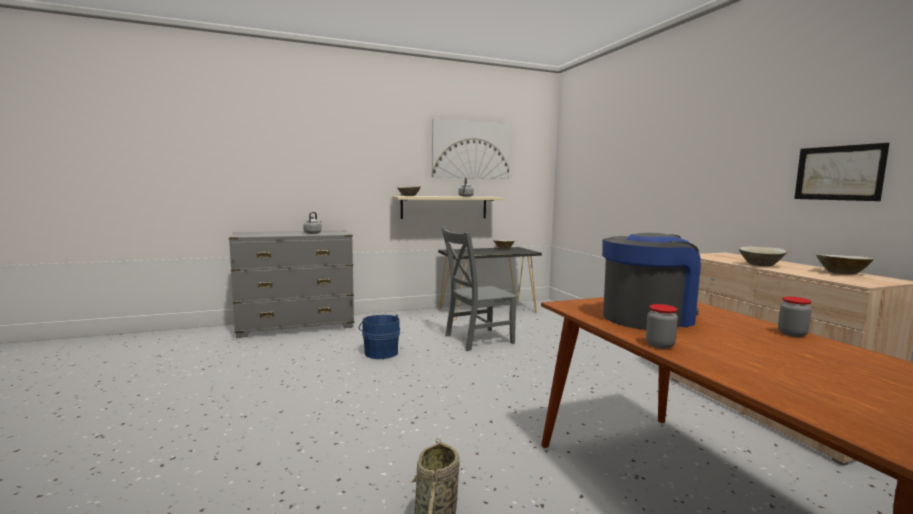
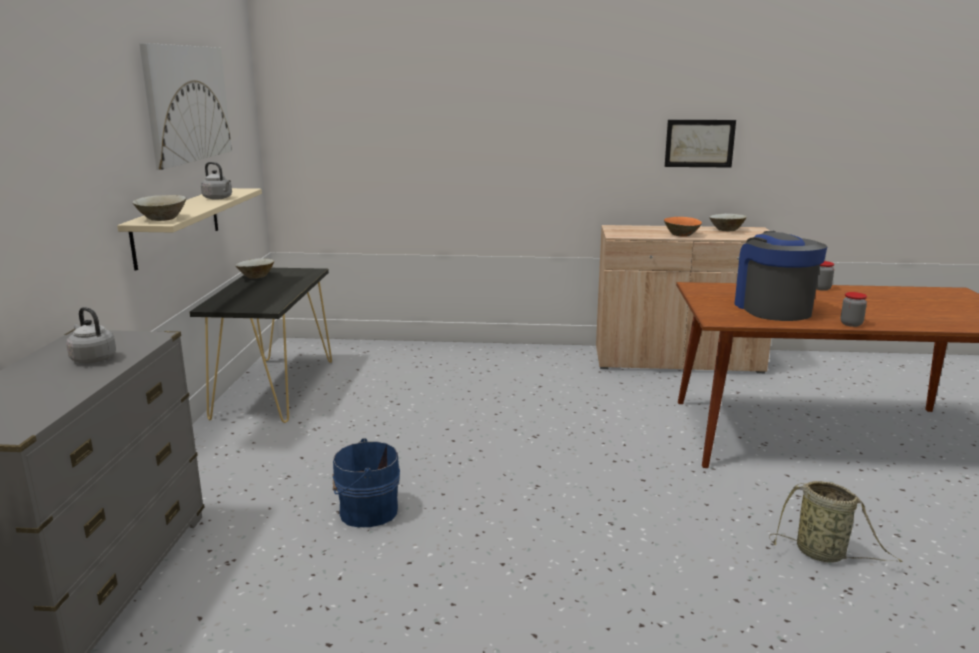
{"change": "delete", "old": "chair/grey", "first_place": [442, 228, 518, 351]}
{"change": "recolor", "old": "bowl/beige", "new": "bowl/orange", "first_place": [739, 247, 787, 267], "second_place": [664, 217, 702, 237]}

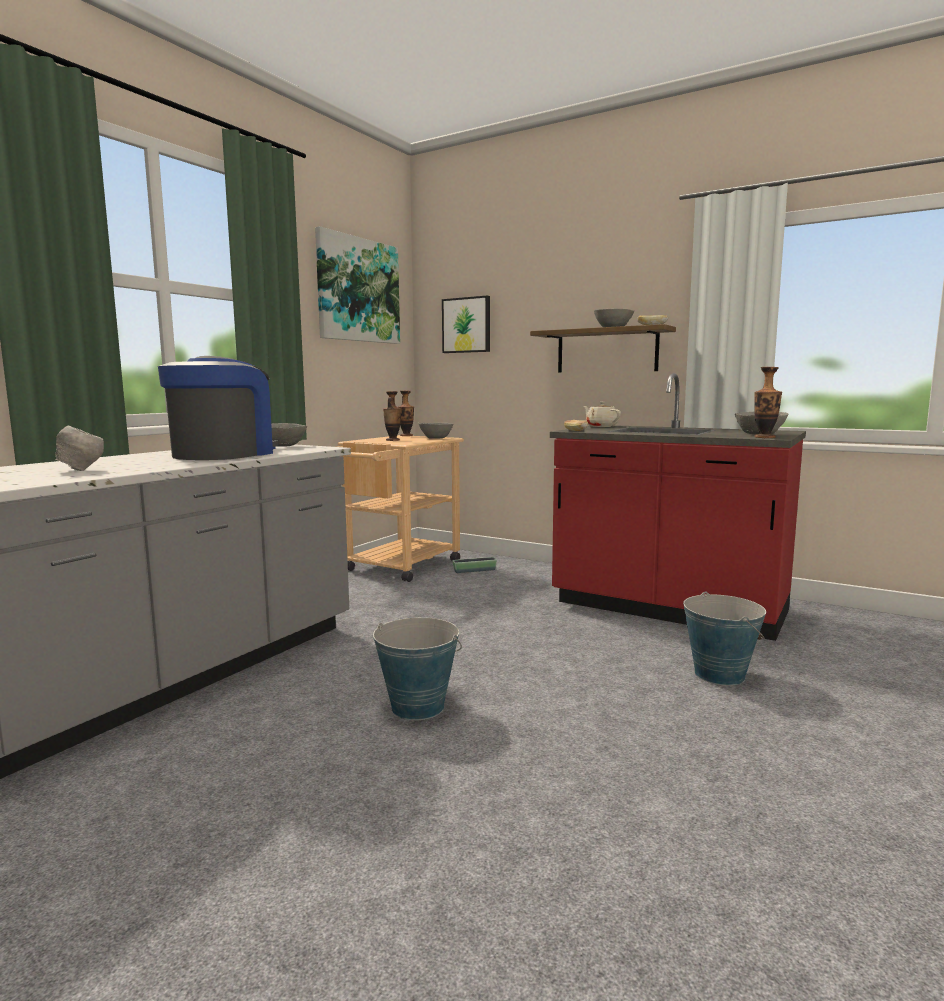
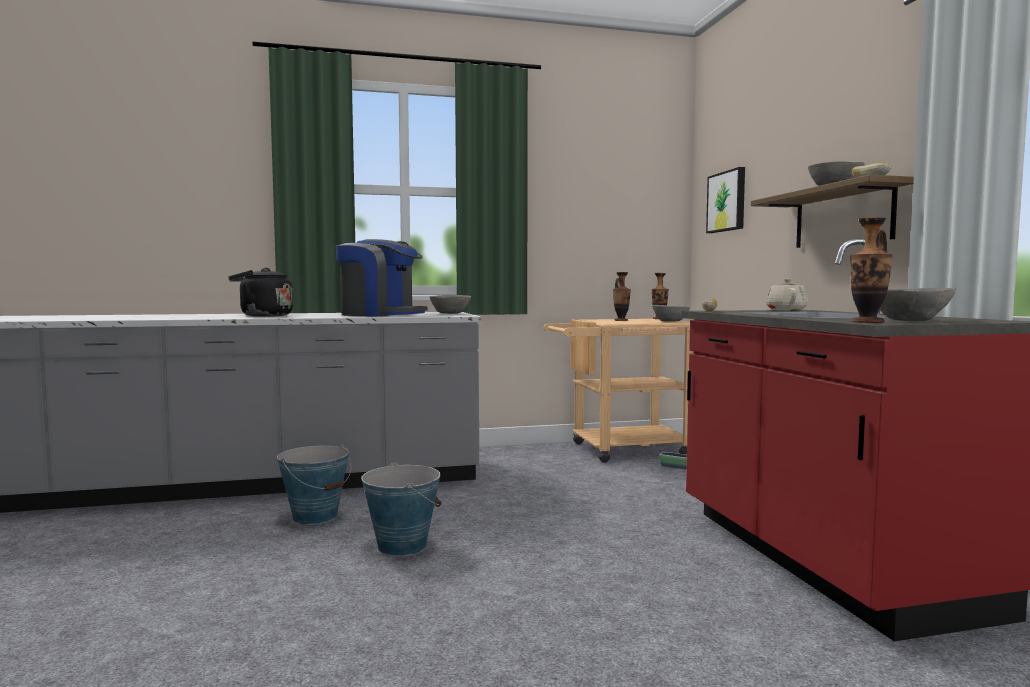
{"change": "delete", "old": "picture", "first_place": [315, 226, 400, 344]}
{"change": "rotate", "old": "coffee machine", "first_place": [158, 356, 279, 460], "second_place": [336, 239, 428, 317], "degrees": 45}
{"change": "replace", "old": "bowl/grey", "new": "kettle/black", "first_place": [55, 426, 104, 471], "second_place": [228, 268, 293, 317]}
{"change": "move", "old": "bucket", "first_place": [683, 592, 766, 686], "second_place": [277, 444, 351, 525]}

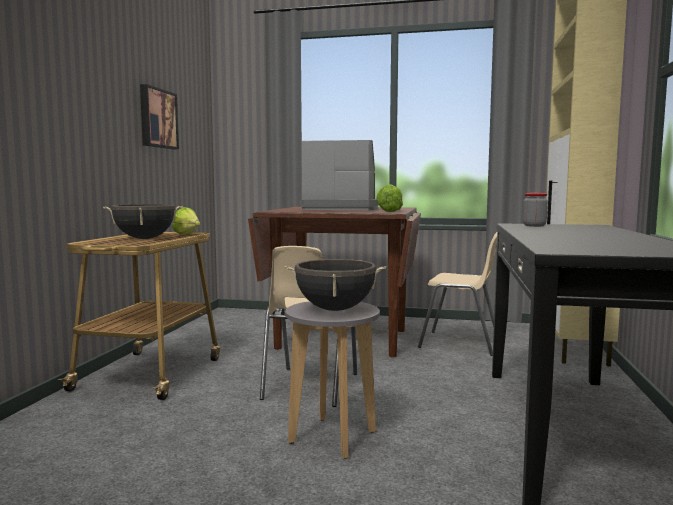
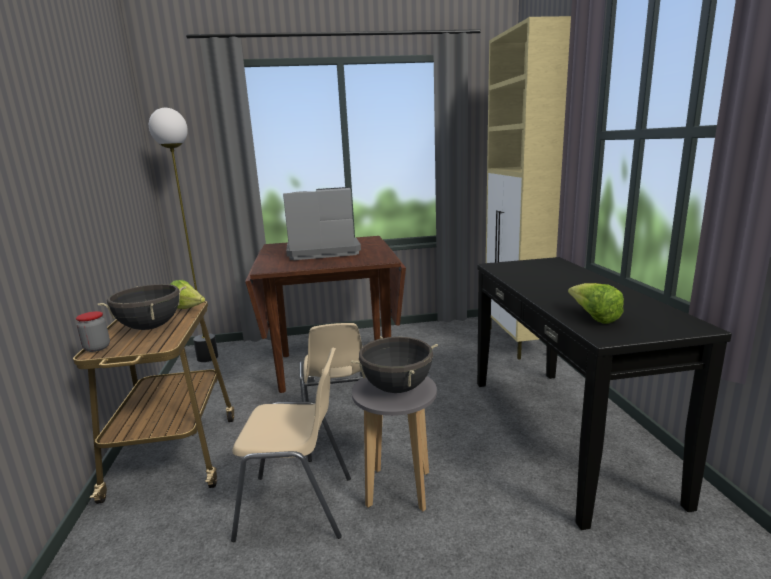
{"change": "delete", "old": "picture", "first_place": [140, 84, 179, 149]}
{"change": "move", "old": "lettuce", "first_place": [376, 184, 403, 212], "second_place": [568, 283, 624, 324]}
{"change": "move", "old": "jar", "first_place": [523, 193, 548, 227], "second_place": [76, 311, 110, 352]}
{"change": "move", "old": "chair/beige", "first_place": [418, 232, 497, 356], "second_place": [231, 348, 351, 542]}
{"change": "insert", "new": "floor lamp", "second_place": [149, 108, 218, 362]}

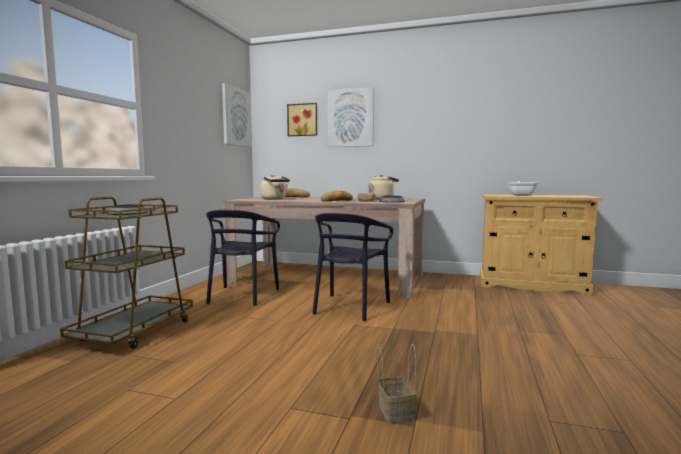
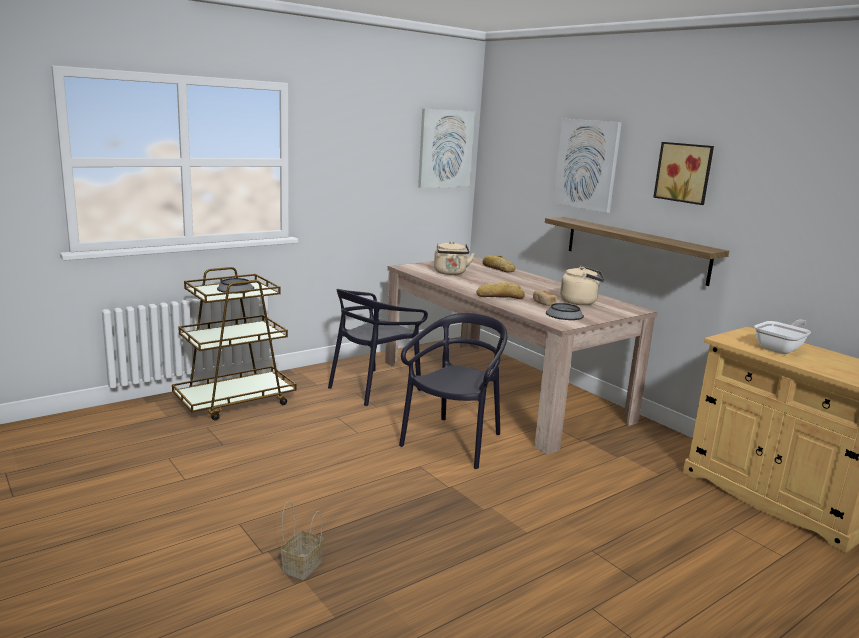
{"change": "move", "old": "picture", "first_place": [287, 103, 317, 136], "second_place": [653, 142, 714, 205]}
{"change": "rotate", "old": "chair/black", "first_place": [313, 213, 393, 321], "second_place": [399, 313, 507, 469], "degrees": 150}
{"change": "insert", "new": "shelf", "second_place": [545, 217, 729, 286]}

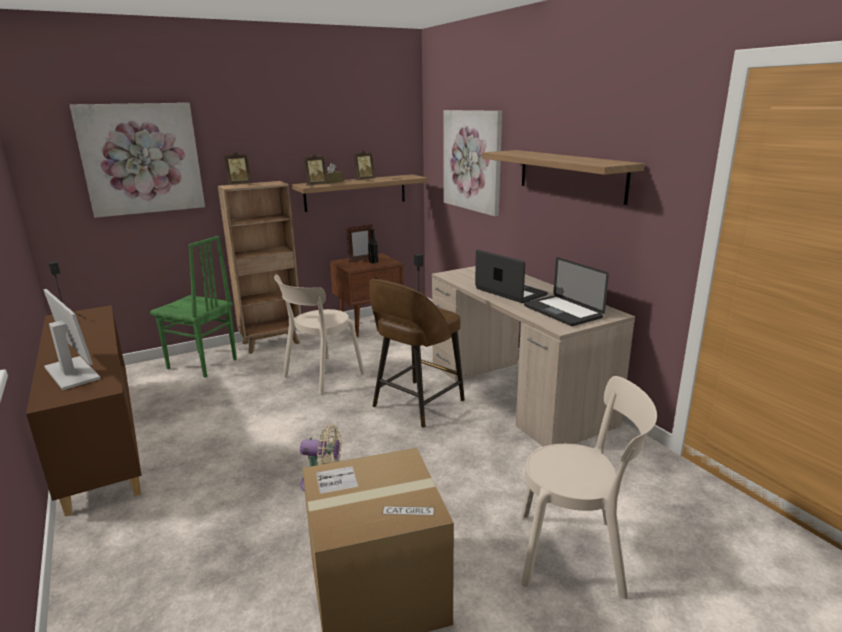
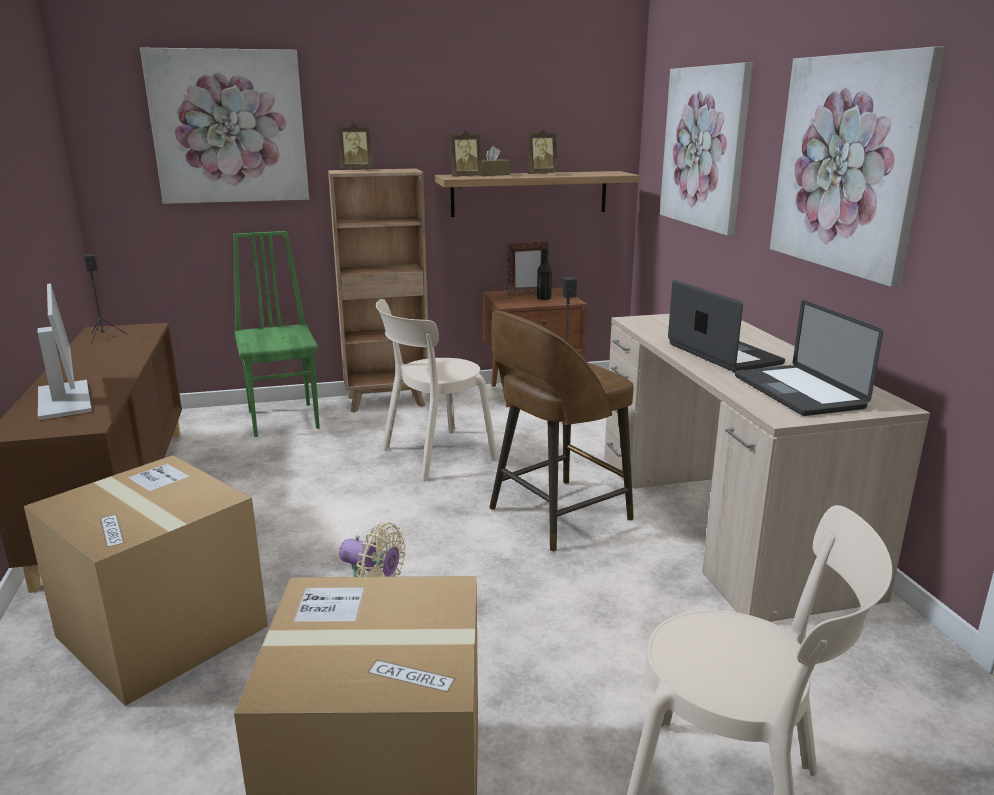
{"change": "replace", "old": "shelf", "new": "picture", "first_place": [482, 150, 645, 205], "second_place": [770, 46, 944, 287]}
{"change": "rotate", "old": "chair/green", "first_place": [150, 236, 237, 378], "second_place": [233, 231, 320, 437], "degrees": -150}
{"change": "insert", "new": "cardboard box", "second_place": [24, 455, 268, 706]}

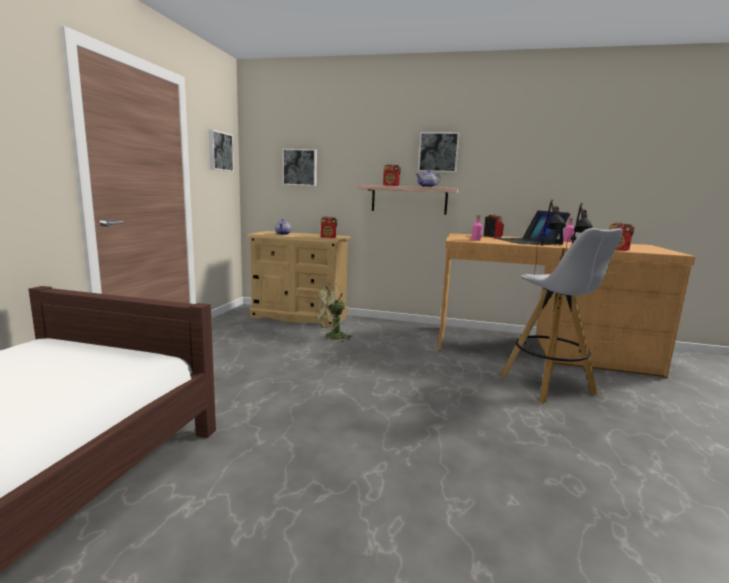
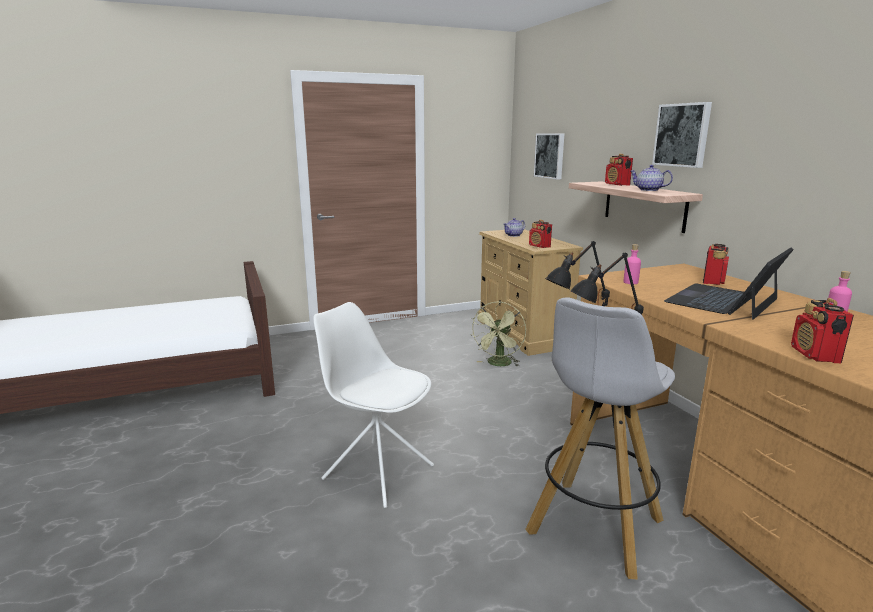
{"change": "delete", "old": "picture", "first_place": [208, 129, 234, 172]}
{"change": "rotate", "old": "fan/green", "first_place": [314, 283, 353, 342], "second_place": [472, 301, 526, 366], "degrees": -90}
{"change": "insert", "new": "chair/white", "second_place": [314, 302, 434, 508]}

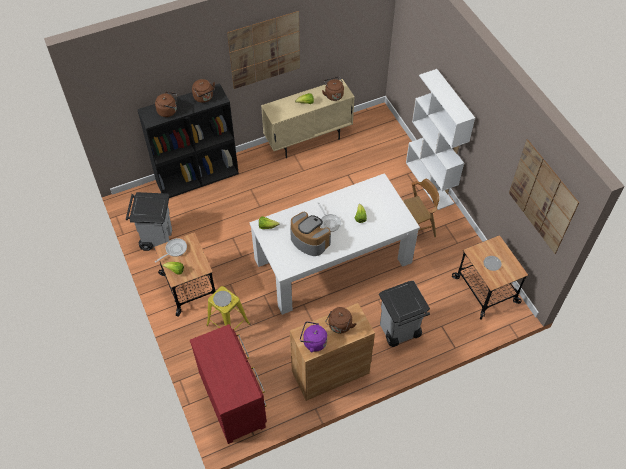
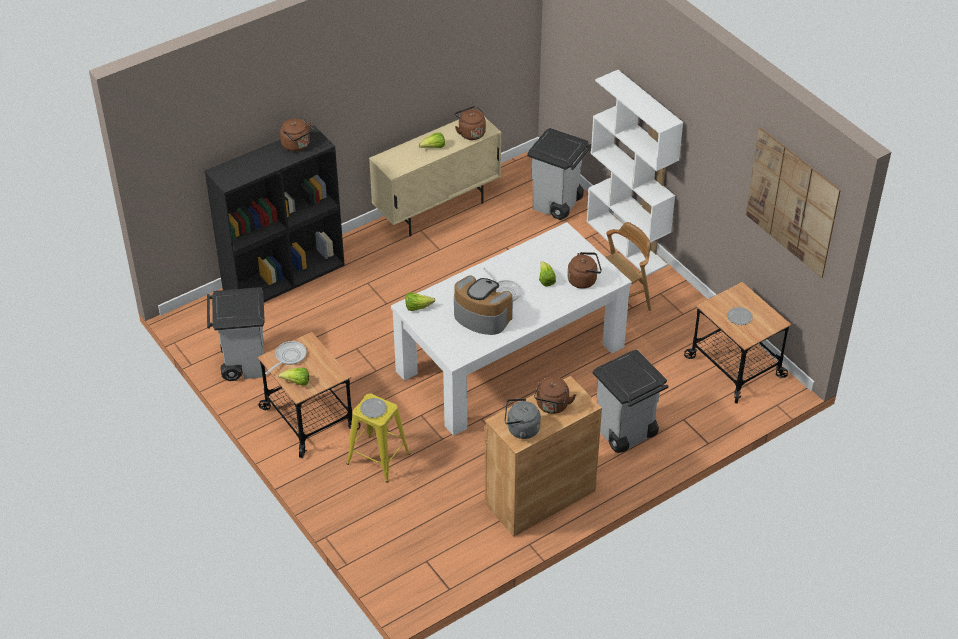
{"change": "delete", "old": "picture", "first_place": [227, 11, 300, 89]}
{"change": "move", "old": "kettle/brown", "first_place": [155, 92, 177, 117], "second_place": [567, 252, 602, 289]}
{"change": "recolor", "old": "kettle/purple", "new": "kettle/grey", "first_place": [300, 321, 327, 352], "second_place": [505, 398, 541, 439]}
{"change": "delete", "old": "dresser/red", "first_place": [190, 324, 267, 444]}
{"change": "insert", "new": "trash can/grey", "second_place": [527, 128, 591, 220]}

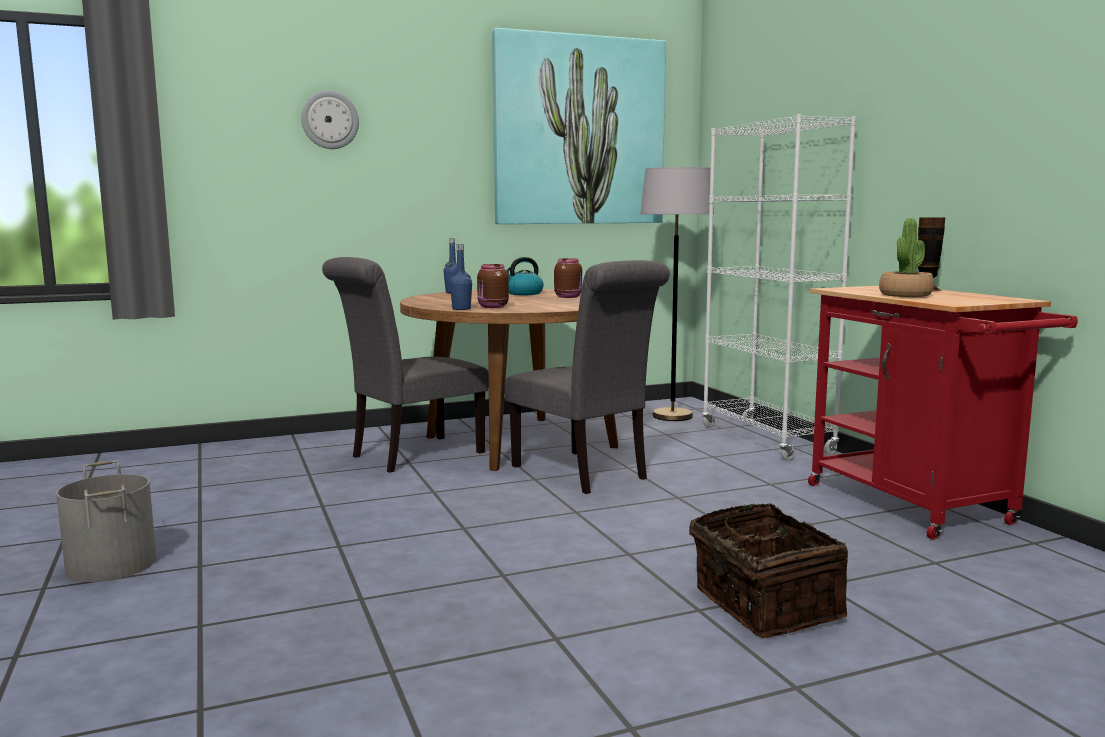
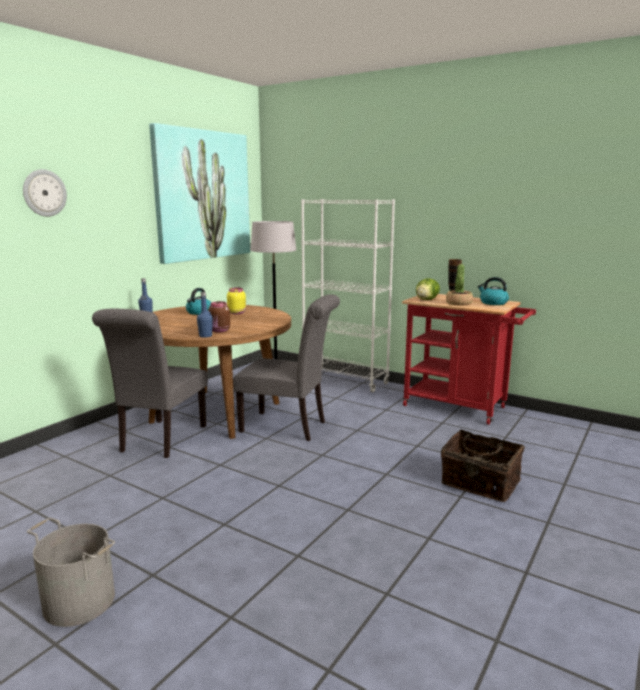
{"change": "recolor", "old": "jar/brown", "new": "jar/yellow", "first_place": [554, 258, 582, 298], "second_place": [227, 288, 246, 314]}
{"change": "insert", "new": "kettle", "second_place": [478, 277, 509, 305]}
{"change": "insert", "new": "lettuce", "second_place": [416, 278, 440, 300]}

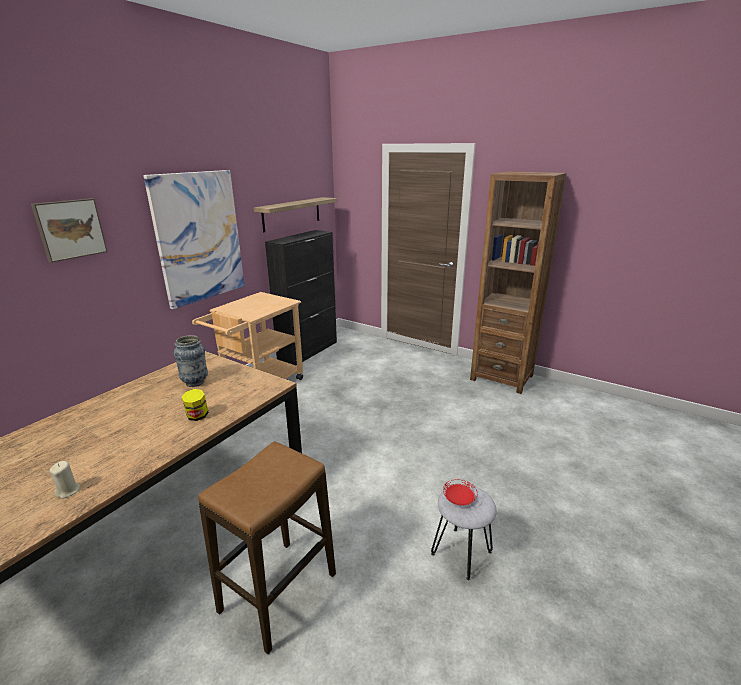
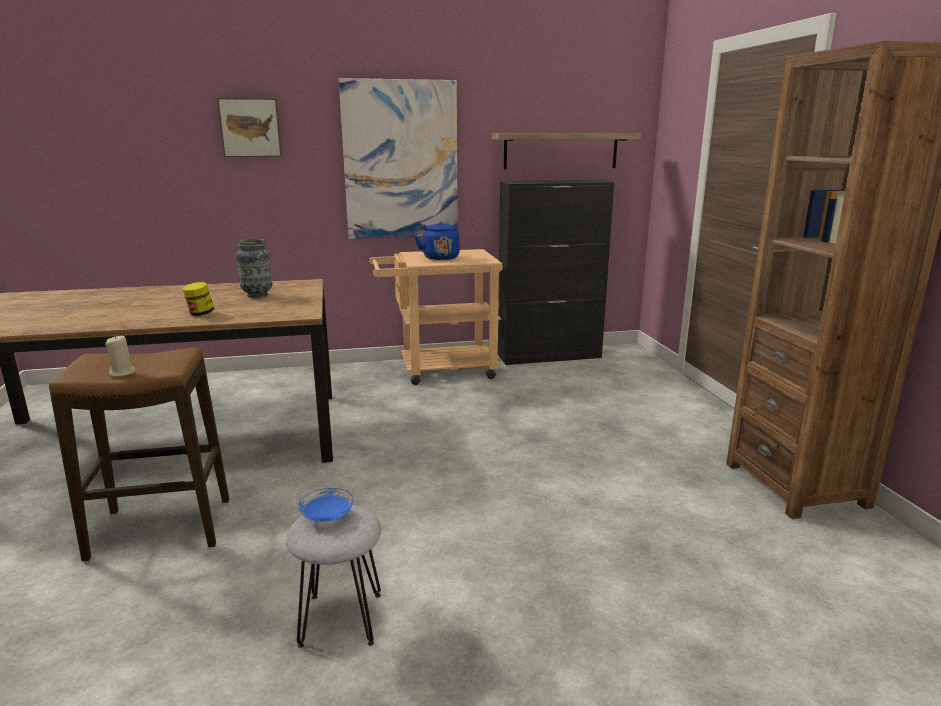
{"change": "move", "old": "candle/beige", "first_place": [49, 461, 80, 498], "second_place": [105, 335, 136, 377]}
{"change": "recolor", "old": "plate/red", "new": "plate/blue", "first_place": [443, 479, 478, 505], "second_place": [298, 488, 354, 522]}
{"change": "insert", "new": "kettle/blue", "second_place": [415, 222, 460, 260]}

